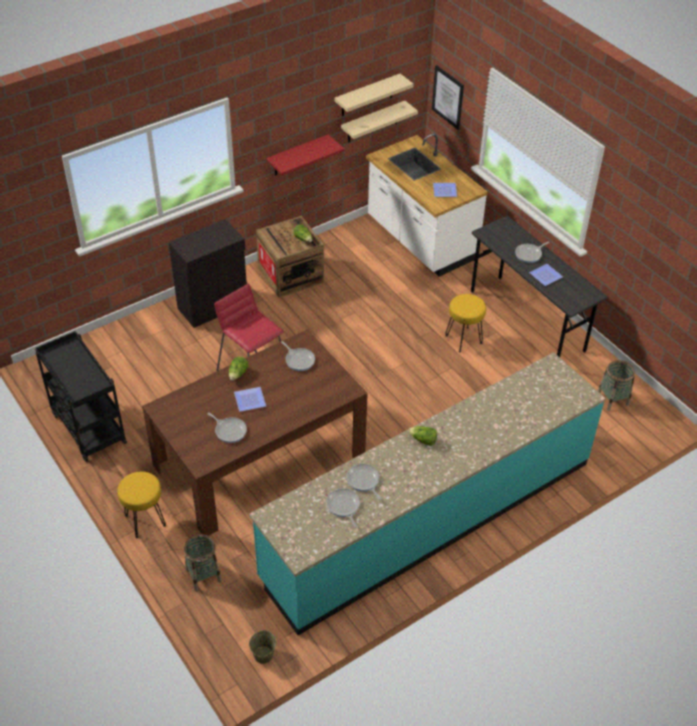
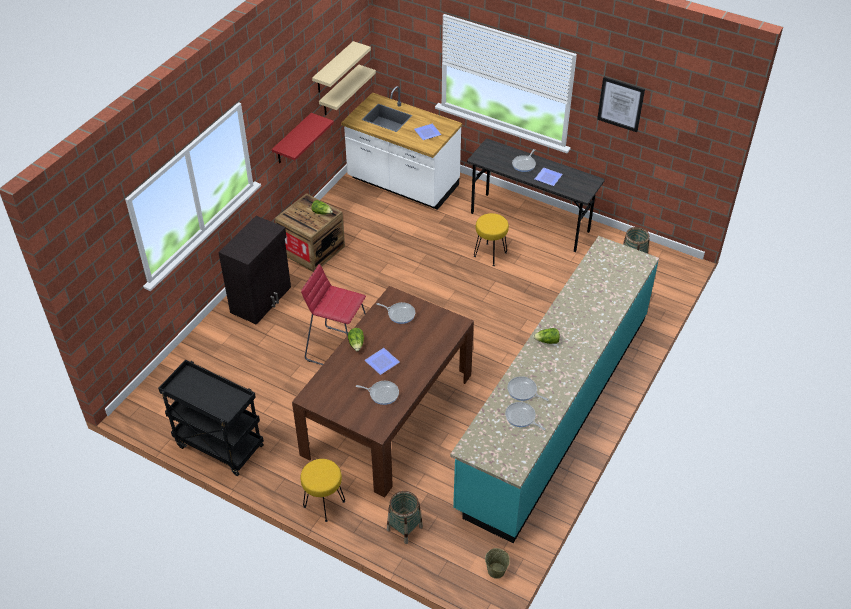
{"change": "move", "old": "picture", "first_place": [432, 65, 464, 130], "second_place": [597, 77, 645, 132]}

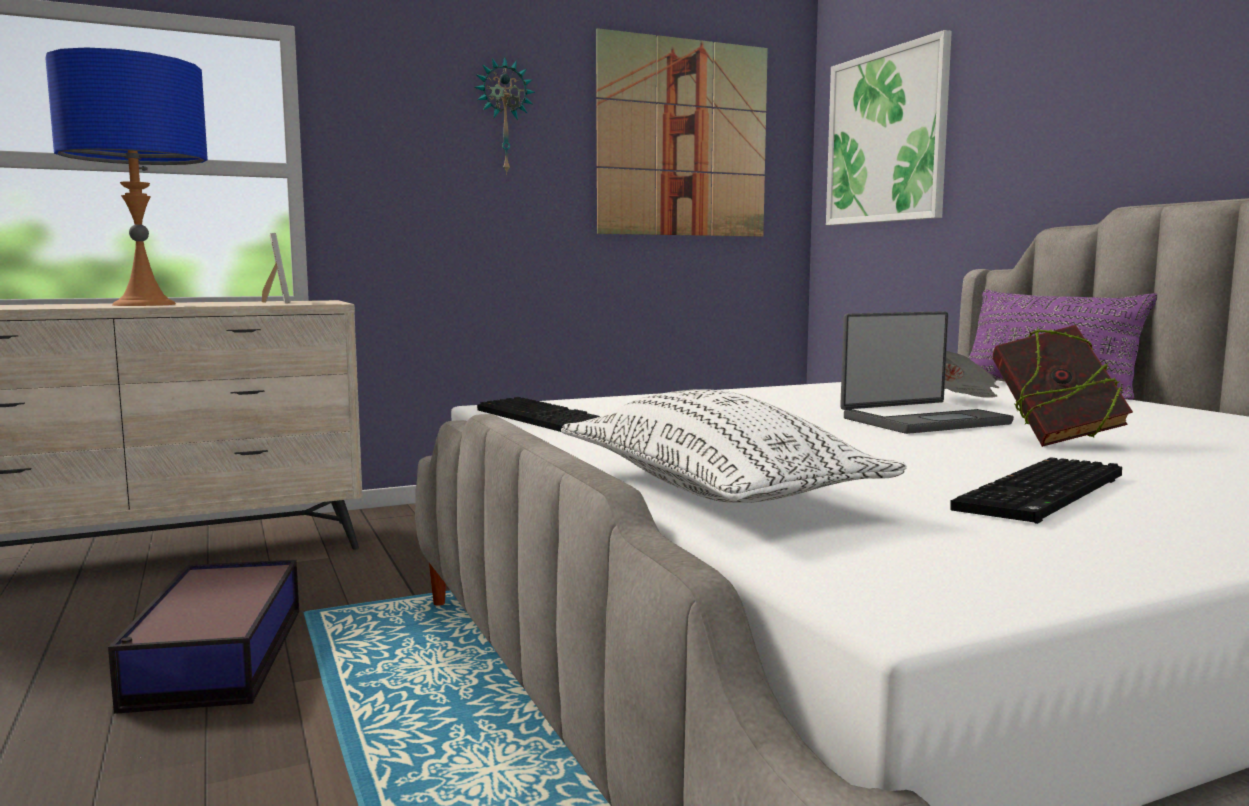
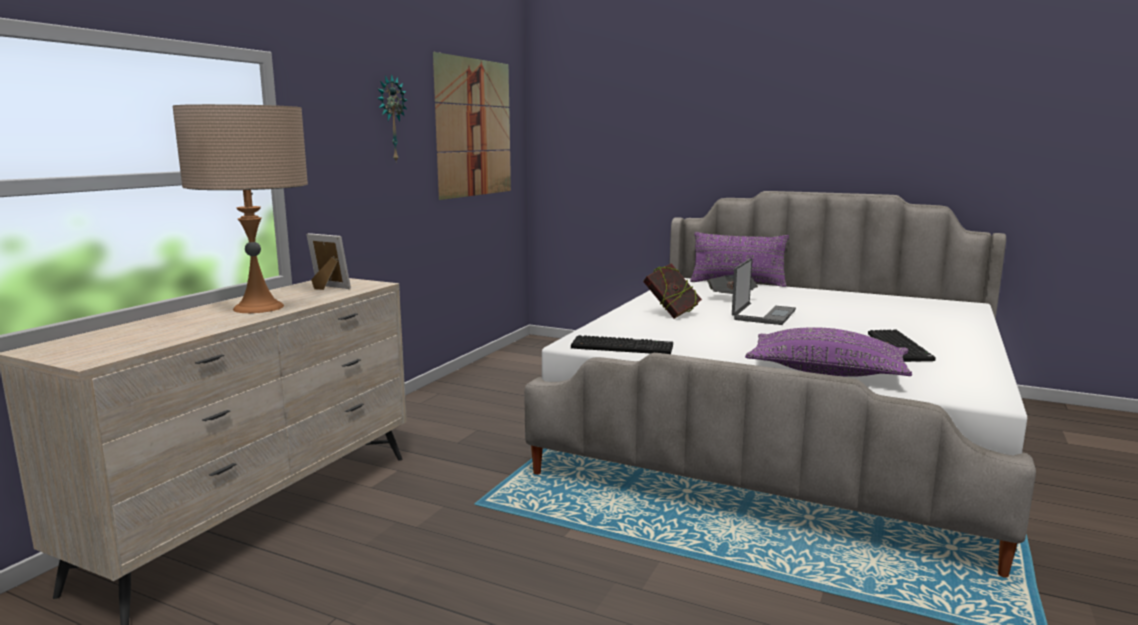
{"change": "delete", "old": "picture", "first_place": [826, 30, 952, 225]}
{"change": "recolor", "old": "table lamp/blue", "new": "table lamp/beige", "first_place": [45, 47, 208, 306], "second_place": [173, 104, 308, 313]}
{"change": "move", "old": "book", "first_place": [993, 325, 1133, 447], "second_place": [643, 264, 702, 319]}
{"change": "recolor", "old": "pillow/white", "new": "pillow/purple", "first_place": [561, 389, 907, 503], "second_place": [745, 327, 912, 377]}
{"change": "delete", "old": "storage box", "first_place": [108, 560, 299, 714]}

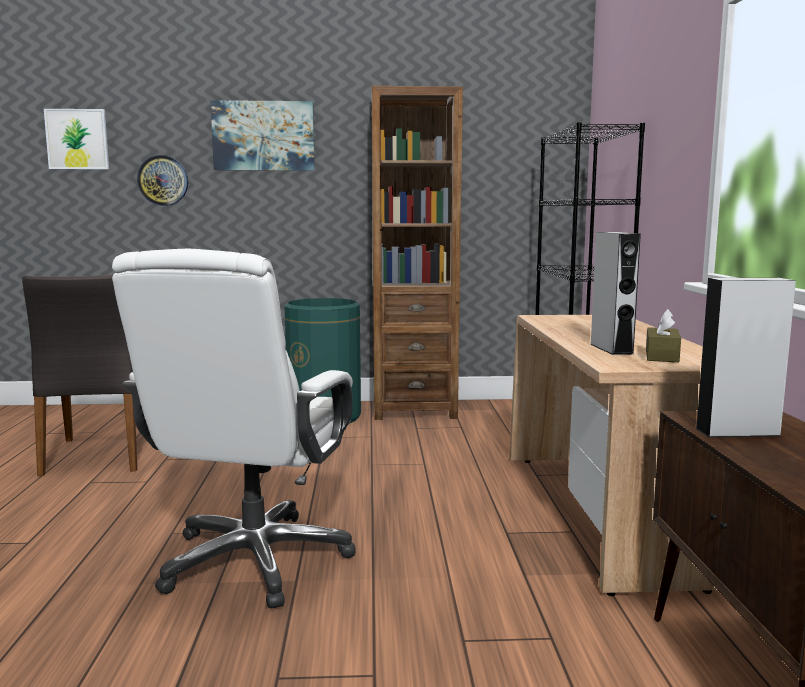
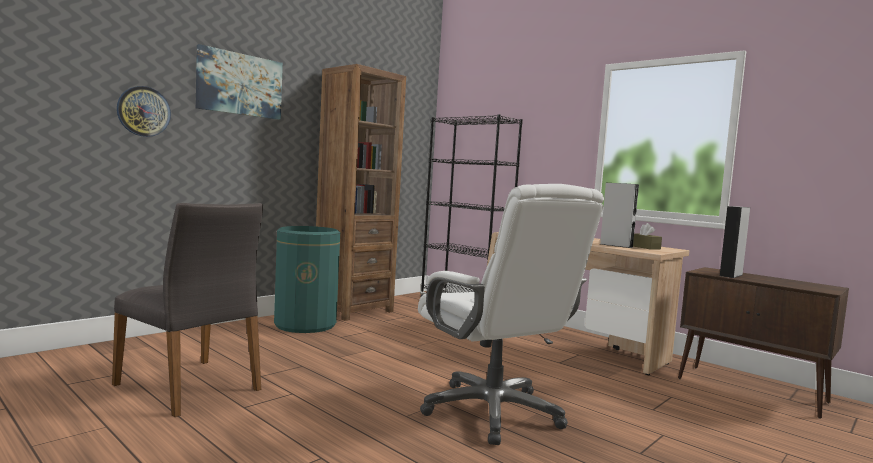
{"change": "delete", "old": "picture", "first_place": [44, 109, 109, 169]}

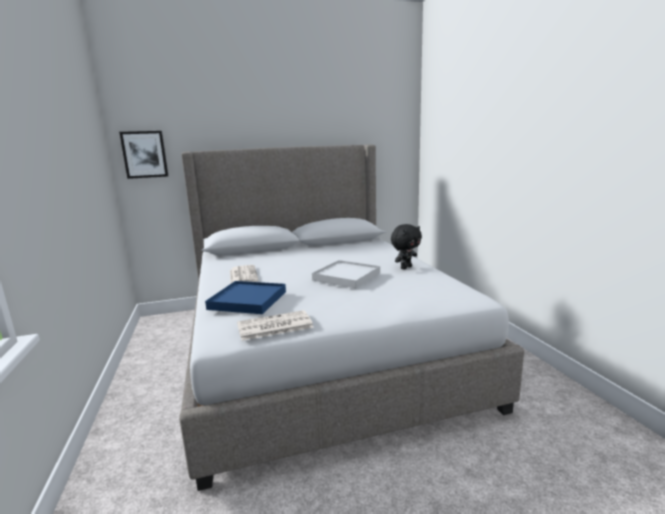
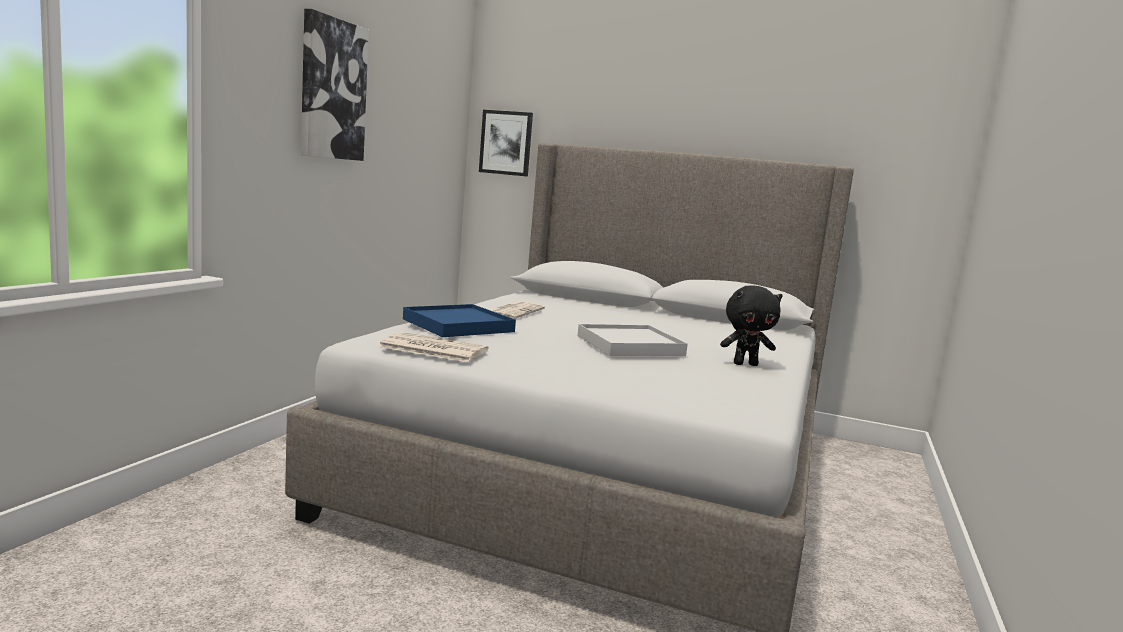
{"change": "insert", "new": "picture", "second_place": [301, 9, 369, 161]}

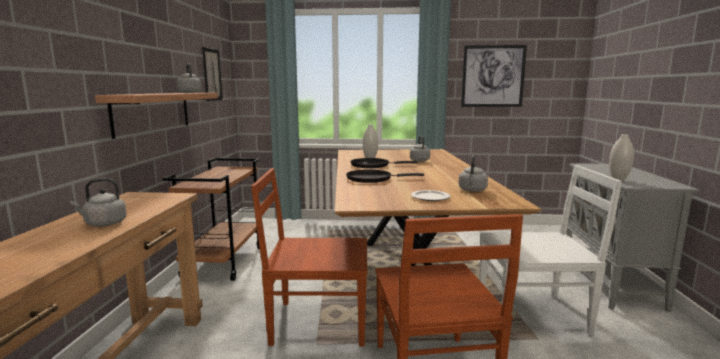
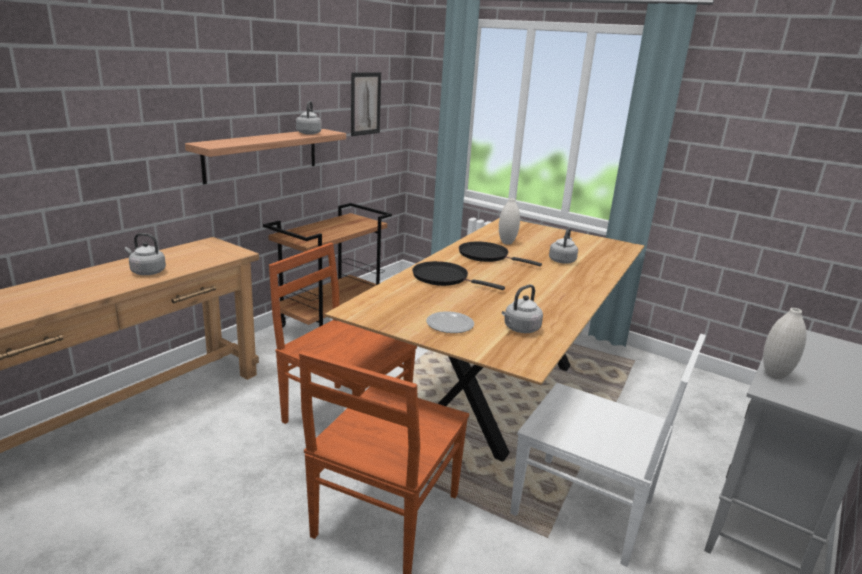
{"change": "delete", "old": "picture", "first_place": [461, 45, 527, 107]}

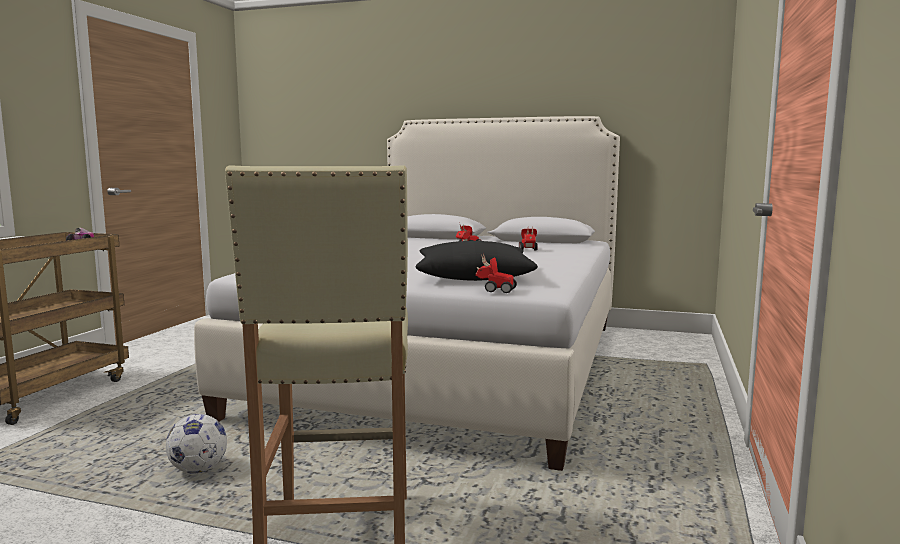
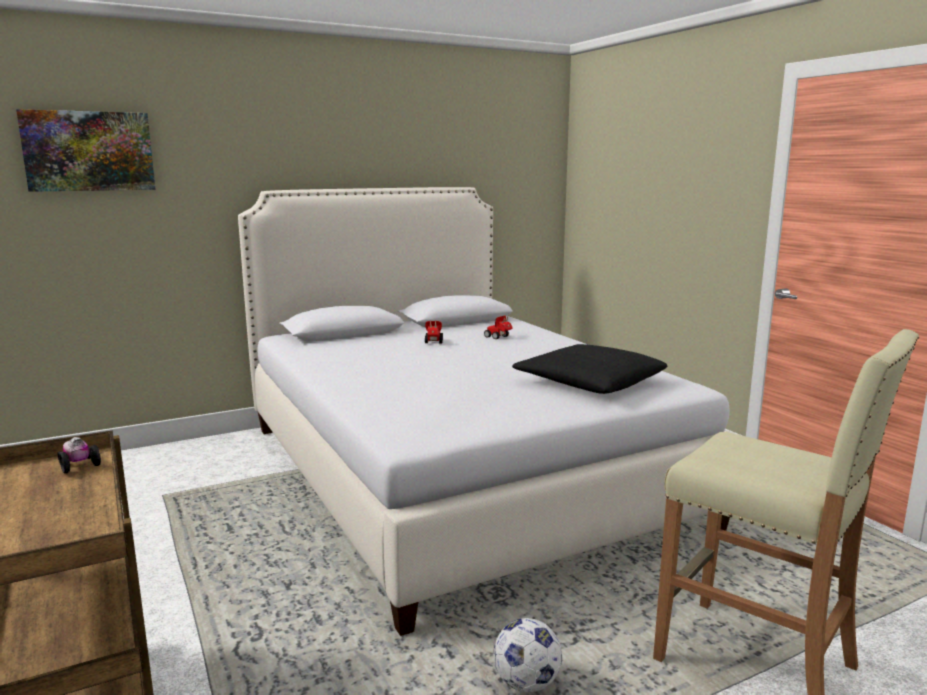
{"change": "delete", "old": "toy car", "first_place": [476, 254, 517, 293]}
{"change": "insert", "new": "picture", "second_place": [16, 109, 156, 192]}

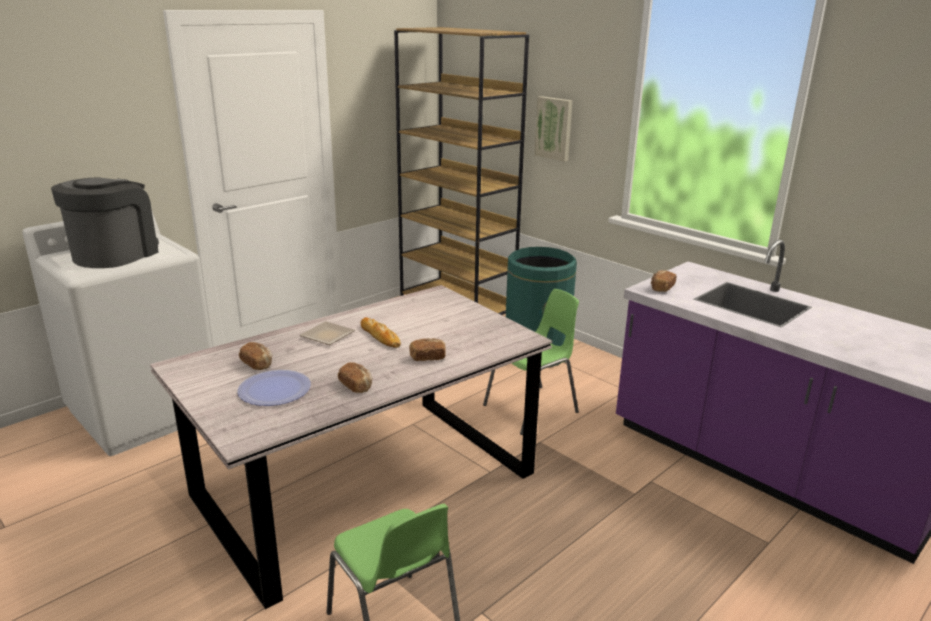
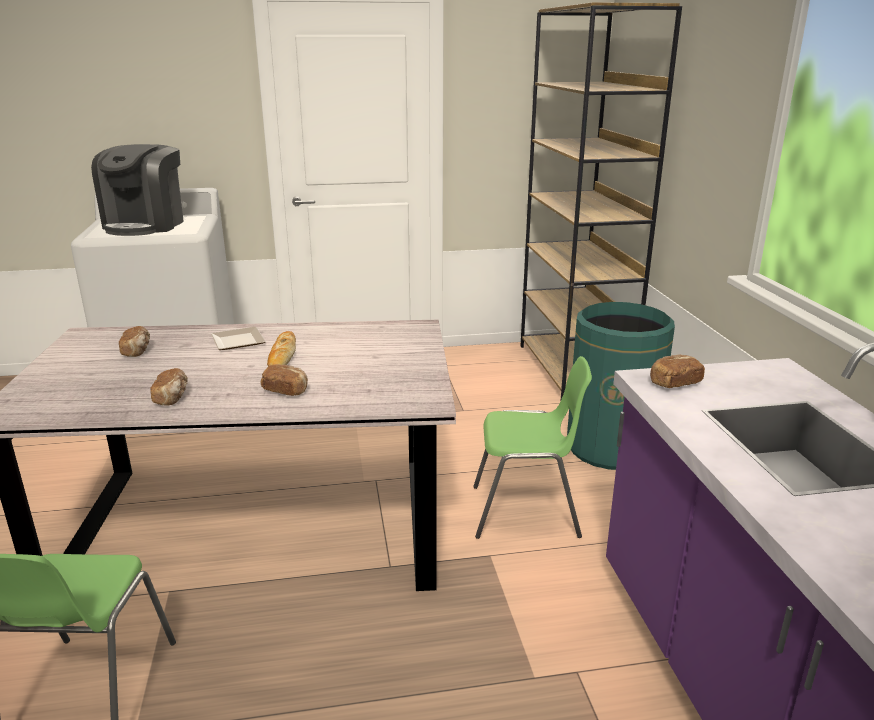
{"change": "delete", "old": "picture", "first_place": [534, 96, 572, 162]}
{"change": "rotate", "old": "coffee machine", "first_place": [51, 178, 159, 268], "second_place": [91, 144, 184, 236], "degrees": 135}
{"change": "delete", "old": "plate", "first_place": [237, 370, 311, 406]}

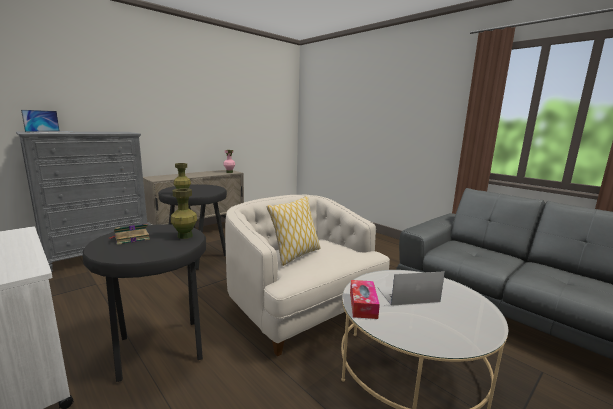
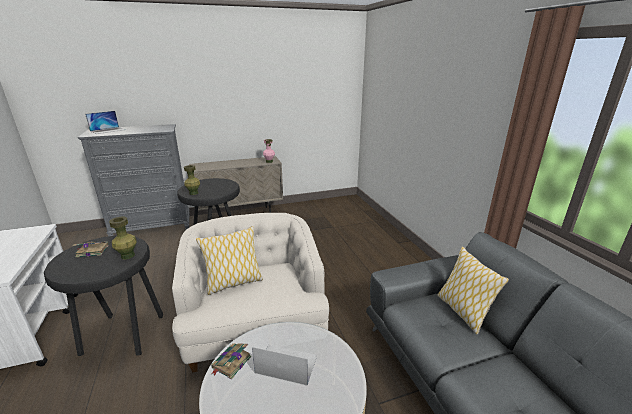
{"change": "replace", "old": "tissue box", "new": "book", "first_place": [350, 280, 380, 319], "second_place": [211, 343, 251, 379]}
{"change": "insert", "new": "pillow", "second_place": [437, 247, 509, 335]}

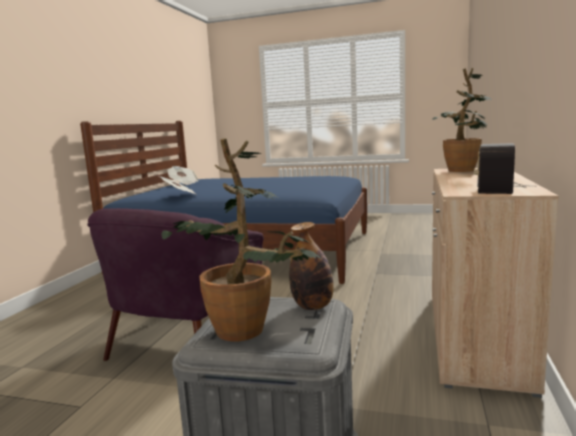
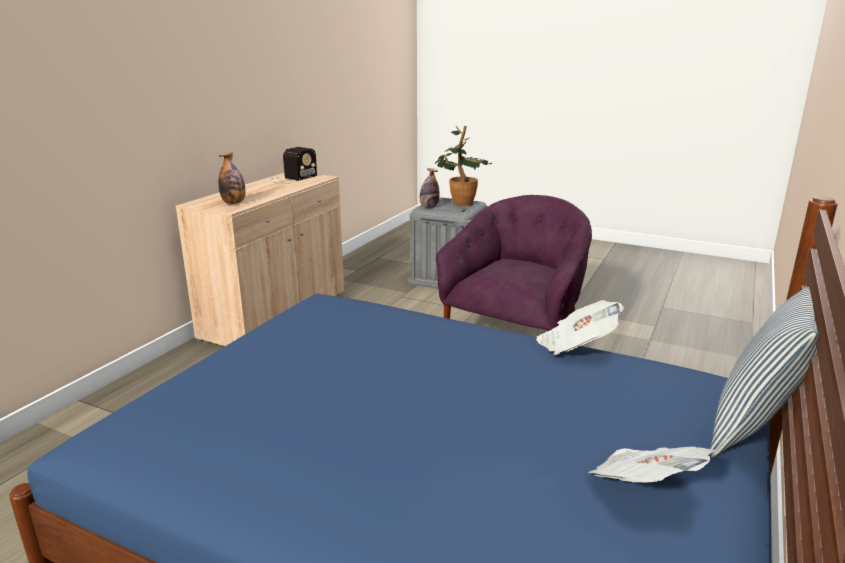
{"change": "replace", "old": "potted plant", "new": "bottle", "first_place": [432, 68, 492, 172], "second_place": [218, 152, 246, 204]}
{"change": "insert", "new": "pillow", "second_place": [710, 287, 819, 458]}

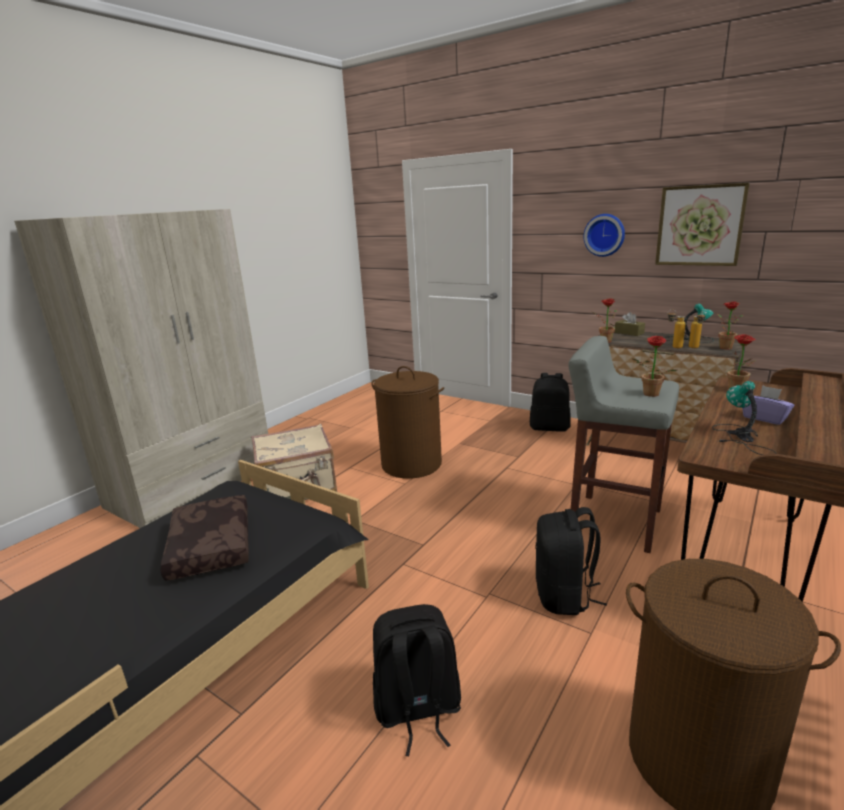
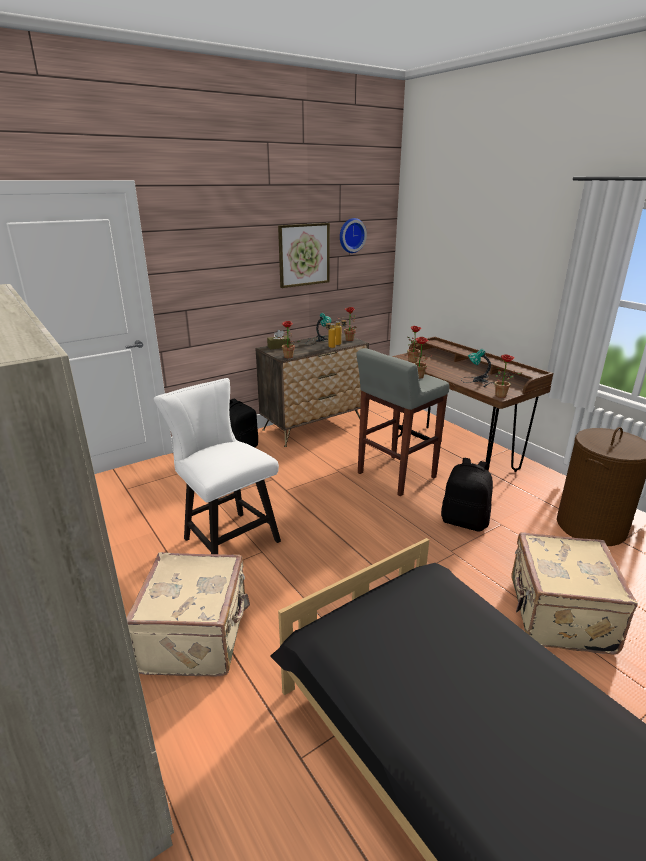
{"change": "move", "old": "wall clock", "first_place": [583, 214, 625, 257], "second_place": [340, 218, 367, 253]}
{"change": "replace", "old": "laundry basket/brown", "new": "chair/white", "first_place": [372, 366, 444, 478], "second_place": [154, 378, 281, 554]}
{"change": "delete", "old": "tissue box/purple", "first_place": [742, 385, 795, 425]}
{"change": "delete", "old": "pillow/brown", "first_place": [161, 495, 249, 581]}
{"change": "replace", "old": "backpack/black", "new": "suitcase/beige", "first_place": [373, 604, 461, 756], "second_place": [511, 532, 637, 654]}
{"change": "insert", "new": "potted plant", "second_place": [495, 354, 523, 398]}

